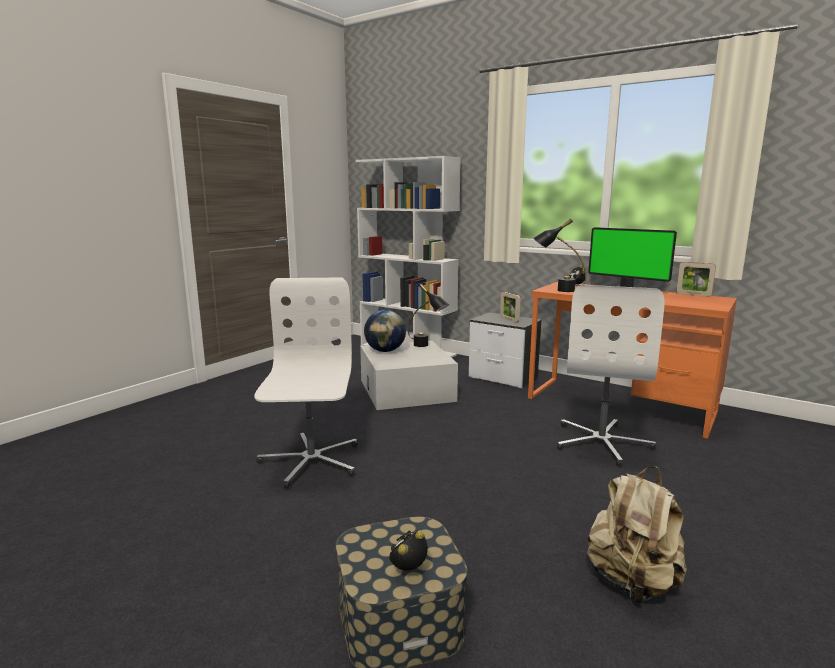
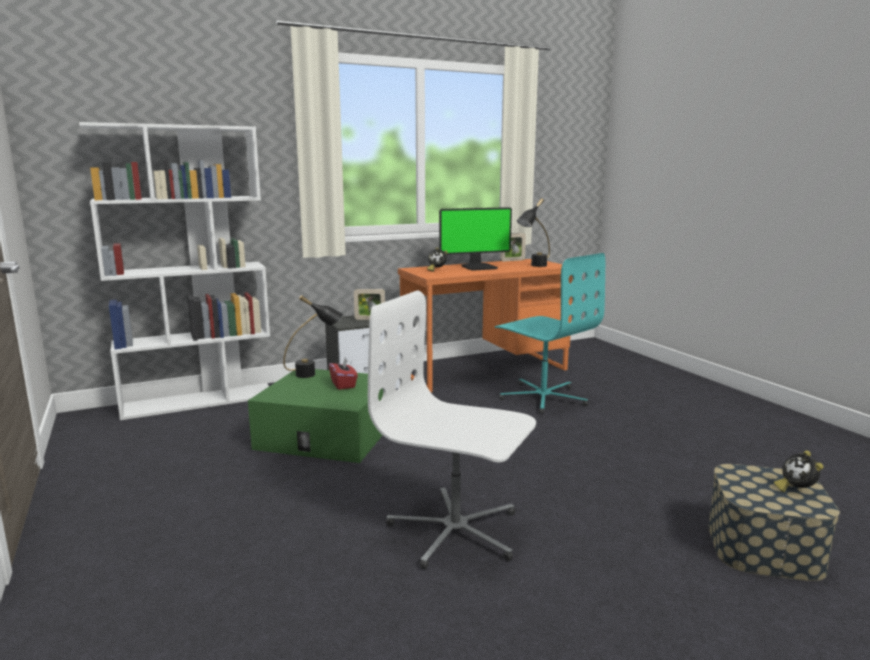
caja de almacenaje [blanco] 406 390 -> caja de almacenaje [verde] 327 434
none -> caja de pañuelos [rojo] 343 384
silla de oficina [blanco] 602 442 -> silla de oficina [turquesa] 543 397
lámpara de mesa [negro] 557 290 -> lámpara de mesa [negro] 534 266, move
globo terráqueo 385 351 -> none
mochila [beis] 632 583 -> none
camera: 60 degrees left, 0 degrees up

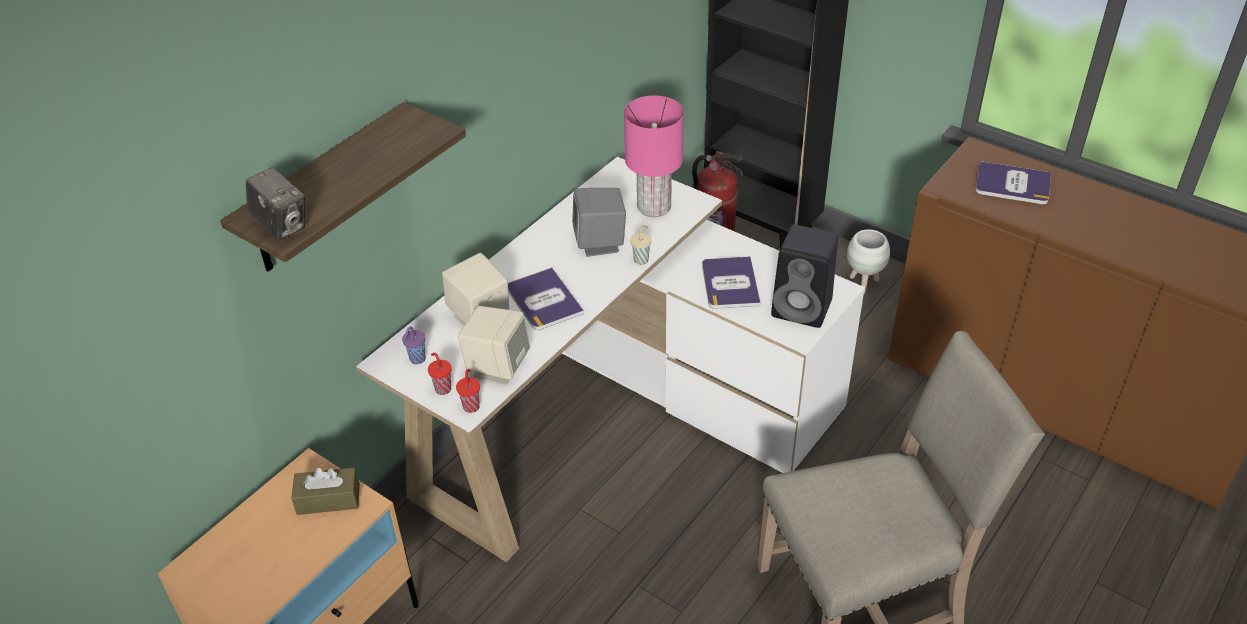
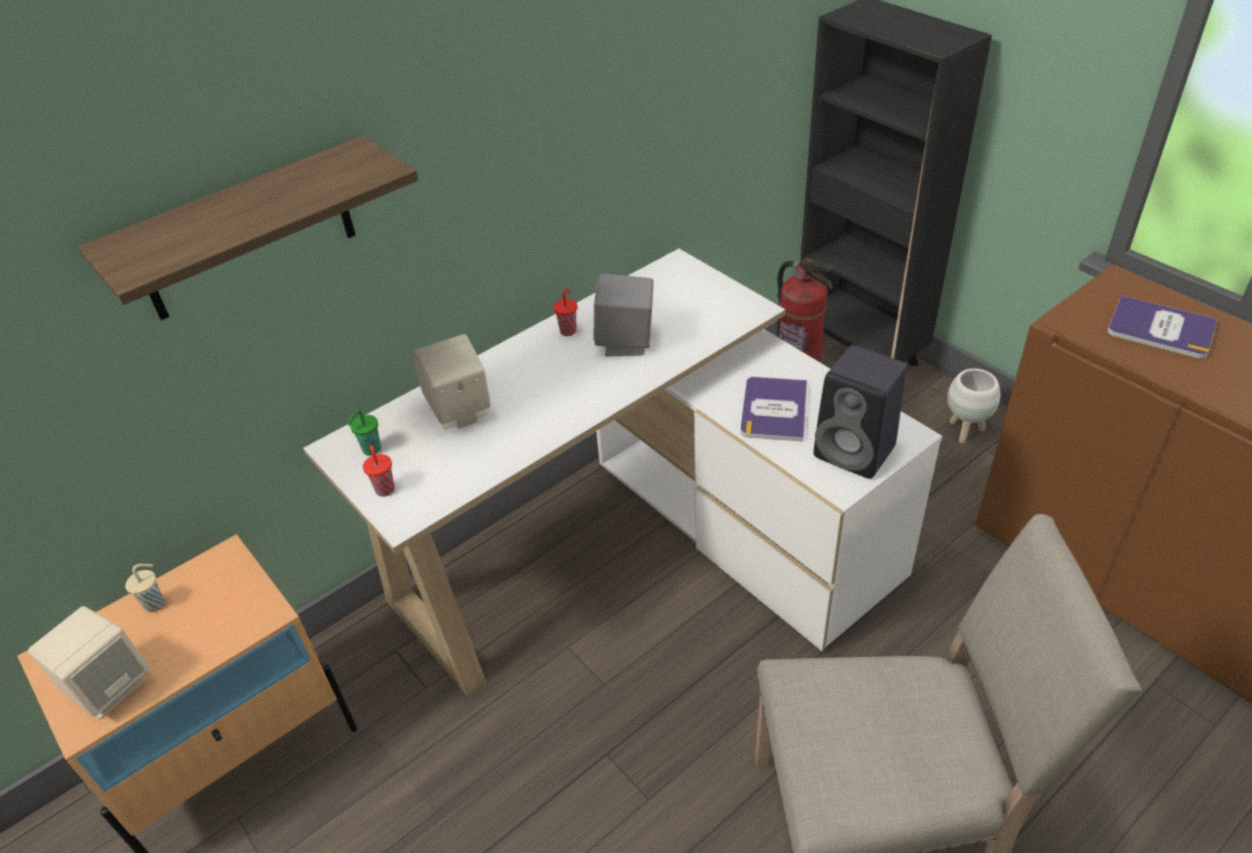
altavoz [beis] 497 367 -> altavoz [beis] 109 686, move
taza [beis] 641 260 -> taza [beis] 156 603, move
taza [morado] 417 360 -> taza [verde] 370 450
taza [rojo] 471 406 -> taza [rojo] 568 330, move
cámara 281 226 -> none
caja de pañuelos [marrón] 328 499 -> none
libro 543 300 -> none
lámpara de mesa [rosa] 655 207 -> none
camera: 15 degrees right, 0 degrees up

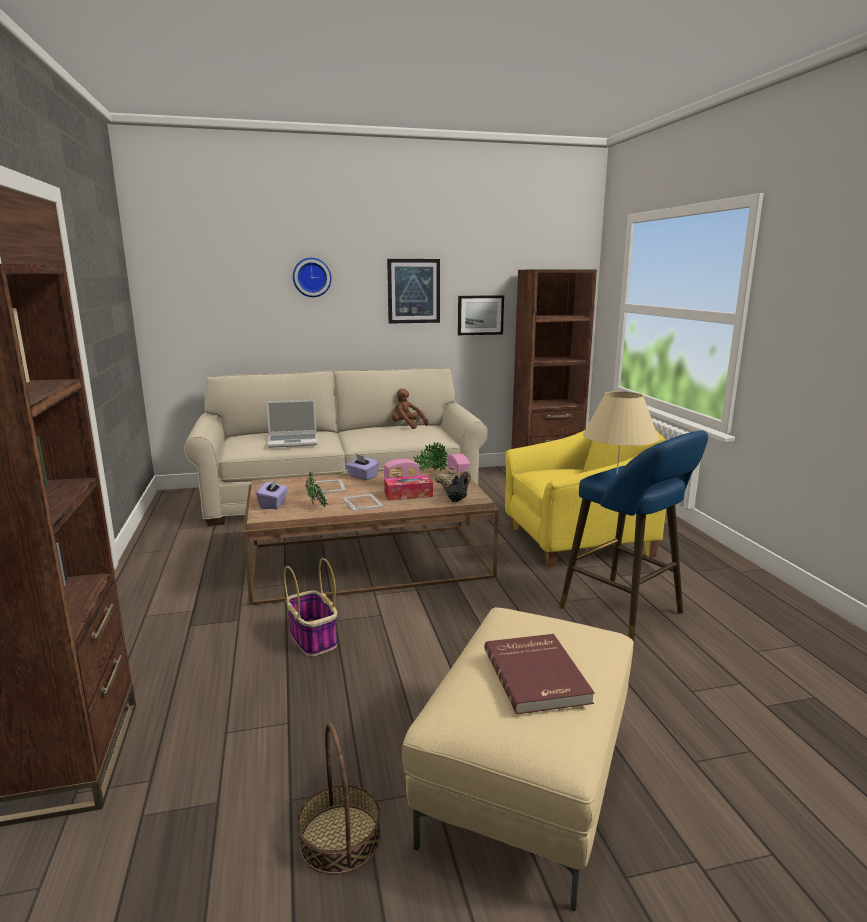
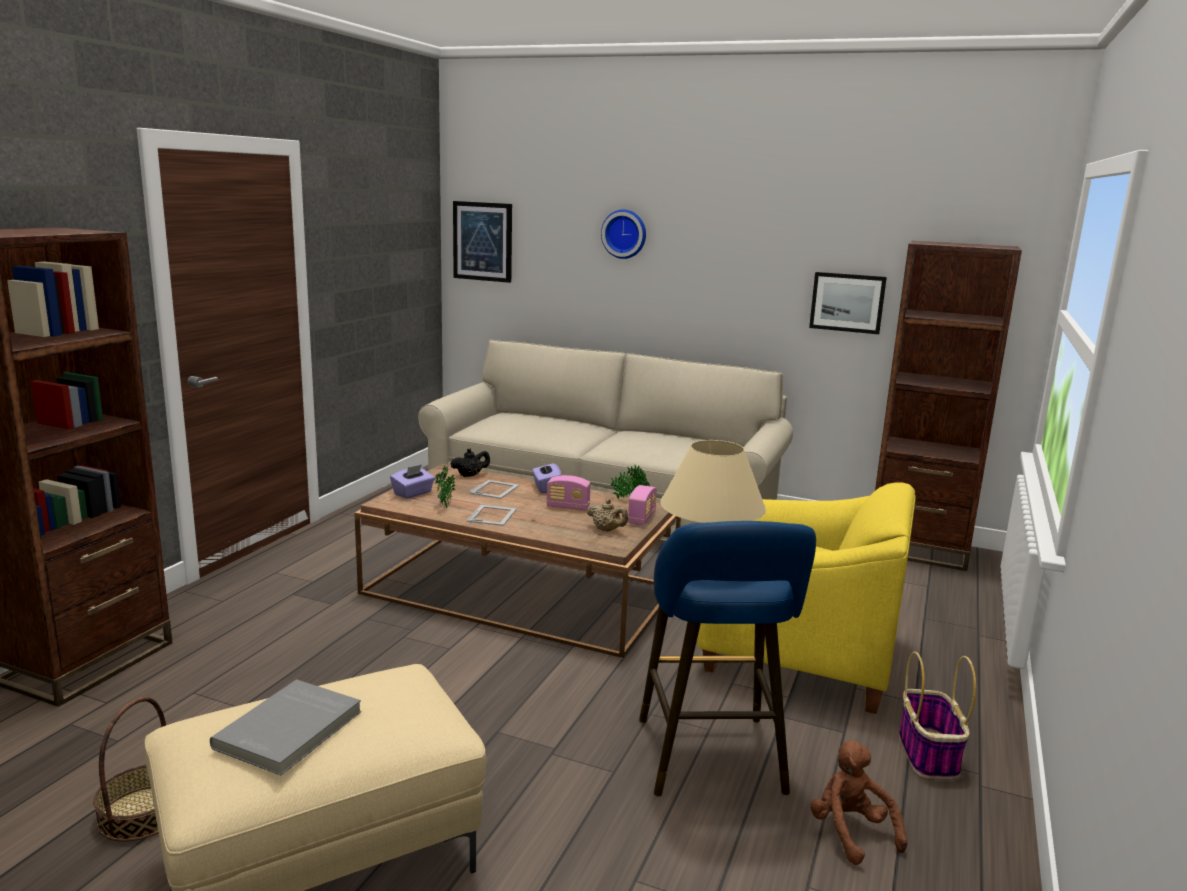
libro [rojo] 538 675 -> libro [gris] 291 730
tetera [negro] 456 500 -> tetera [negro] 470 475, move
cuadro 413 291 -> cuadro 483 241, move
peluche [marrón] 407 426 -> peluche [marrón] 850 832, move
cesta 313 639 -> cesta 928 755, move
portátil 293 441 -> none
caja de pañuelos 408 494 -> none
camera: 35 degrees right, 0 degrees up

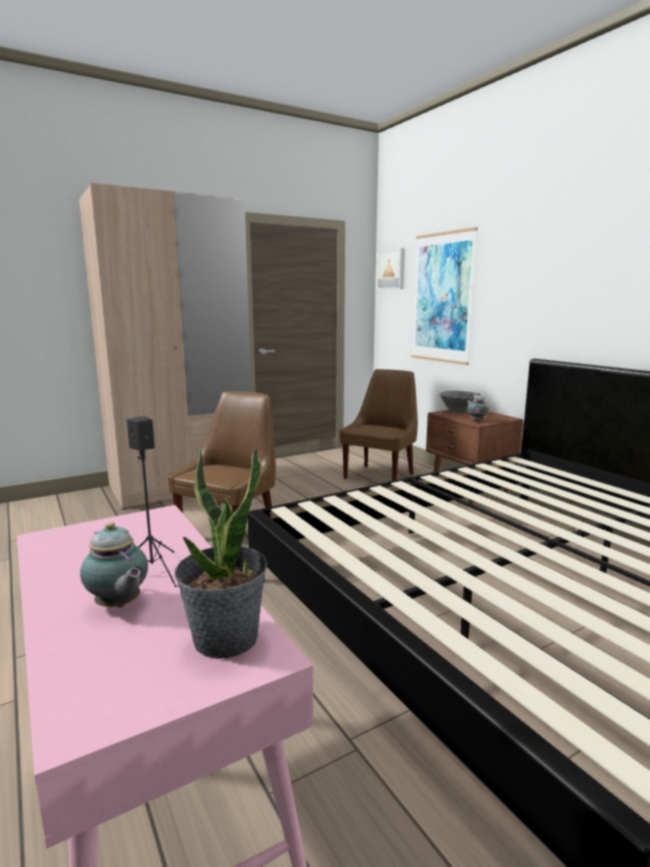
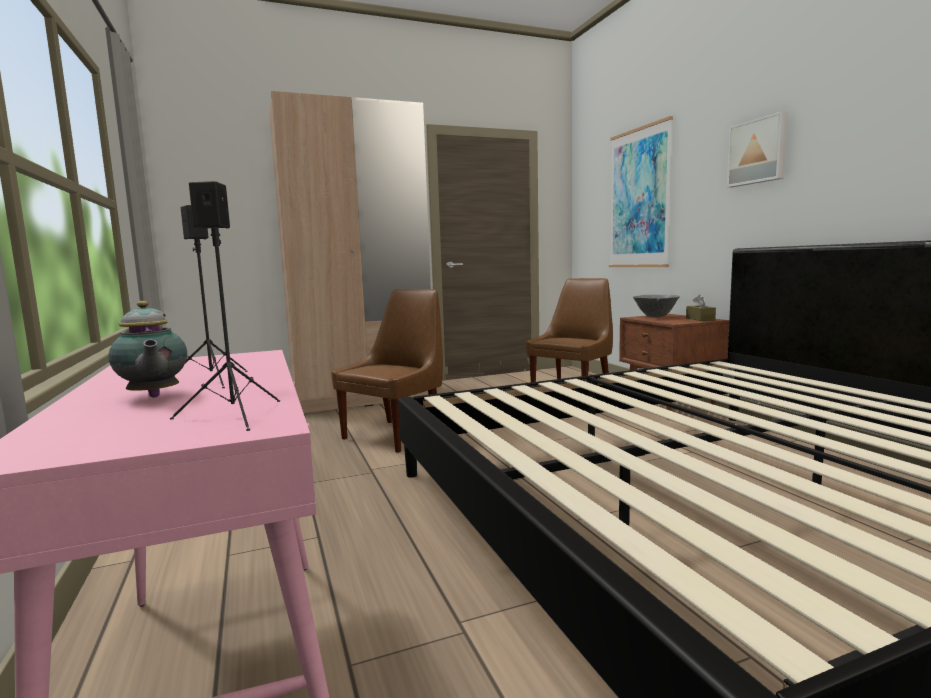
planta en maceta 225 639 -> altavoz [negro] 234 415
none -> caja de pañuelos [marrón] 700 319
cuadro 392 269 -> cuadro 758 151, move
tetera 476 420 -> none
camera: 10 degrees right, 5 degrees down

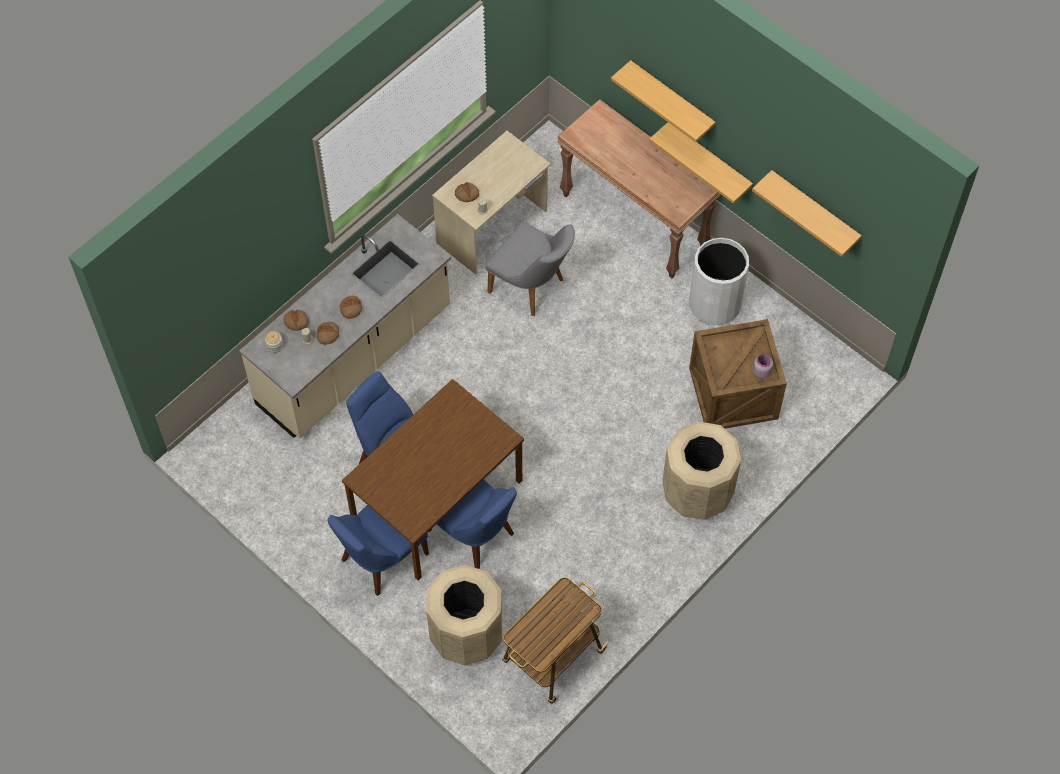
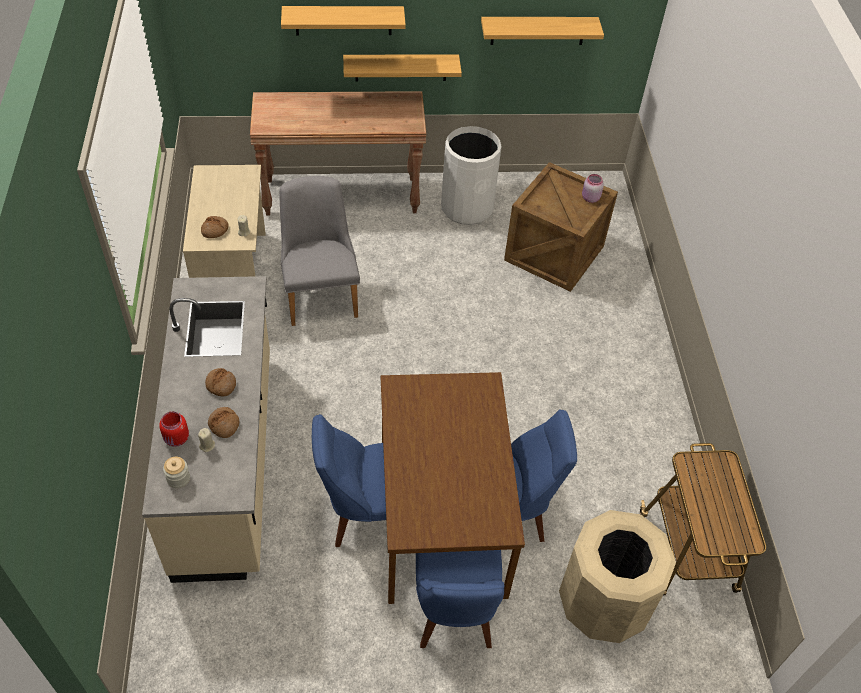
pan 296 322 -> tarro [rojo] 176 439
silla [gris] 532 288 -> silla [gris] 320 293, 90 degrees counterclockwise
papelera [beis] 697 492 -> none
camera: 50 degrees left, 10 degrees down

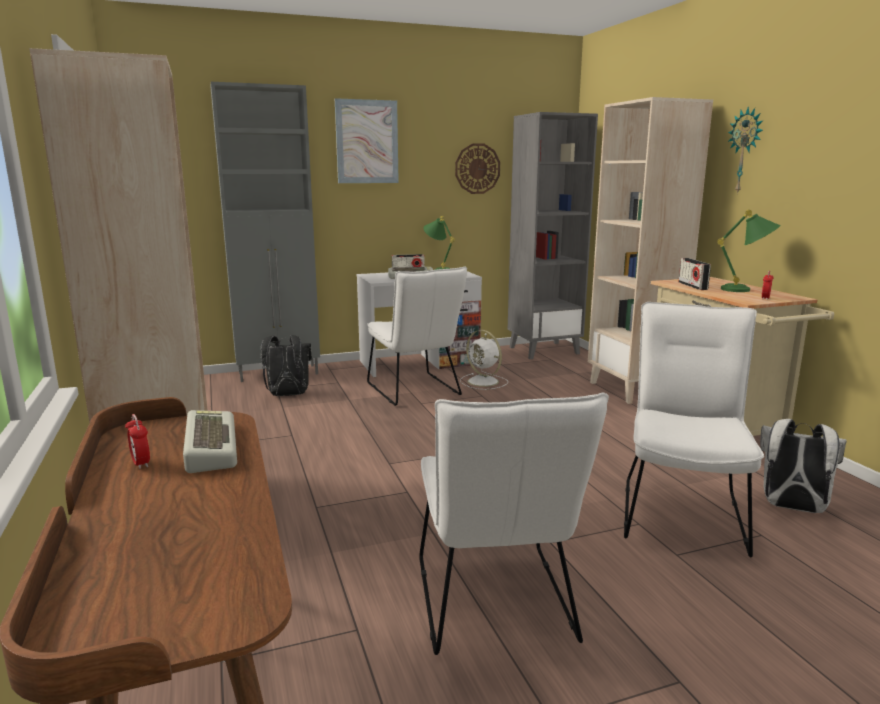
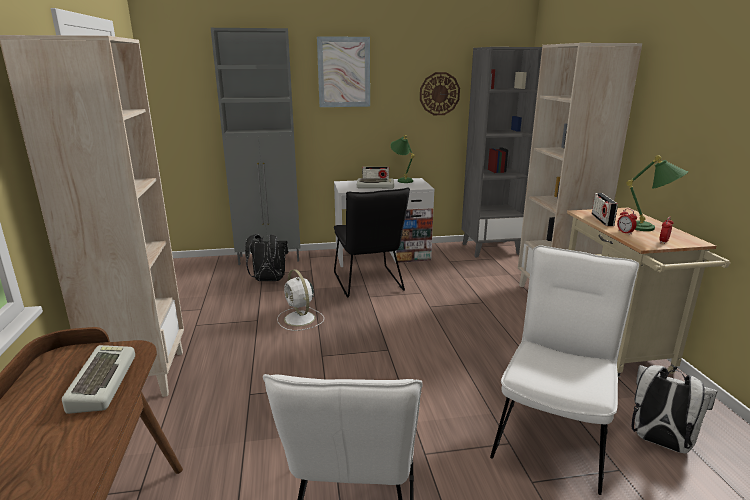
ventilador [blanco] 484 382 -> ventilador [blanco] 300 319, move
silla [blanco] 415 391 -> silla [negro] 369 284
despertador 141 463 -> despertador 625 232, move
reloj de pared 745 151 -> none
camera: 10 degrees right, 5 degrees up

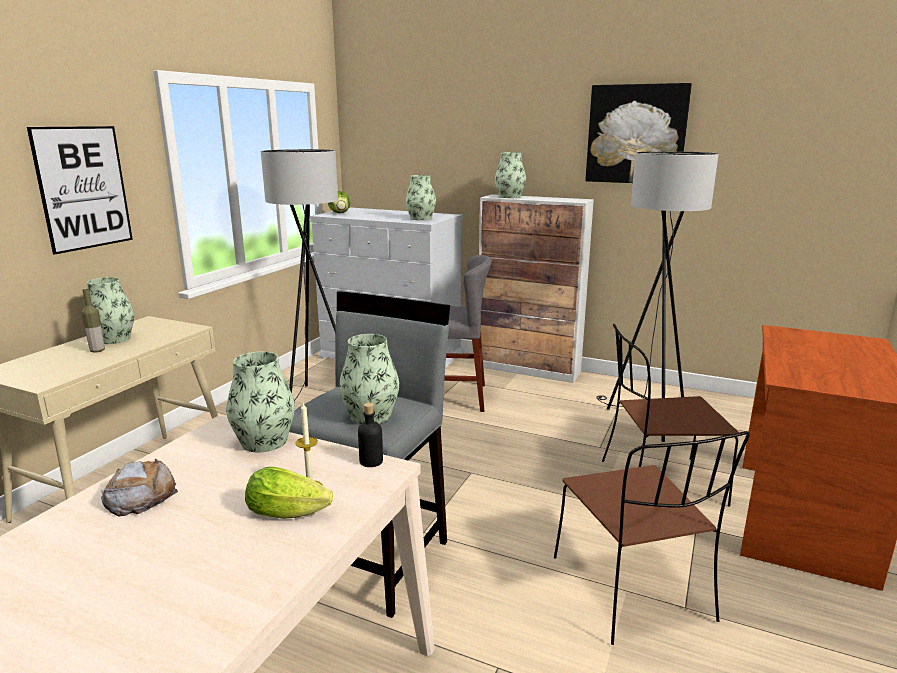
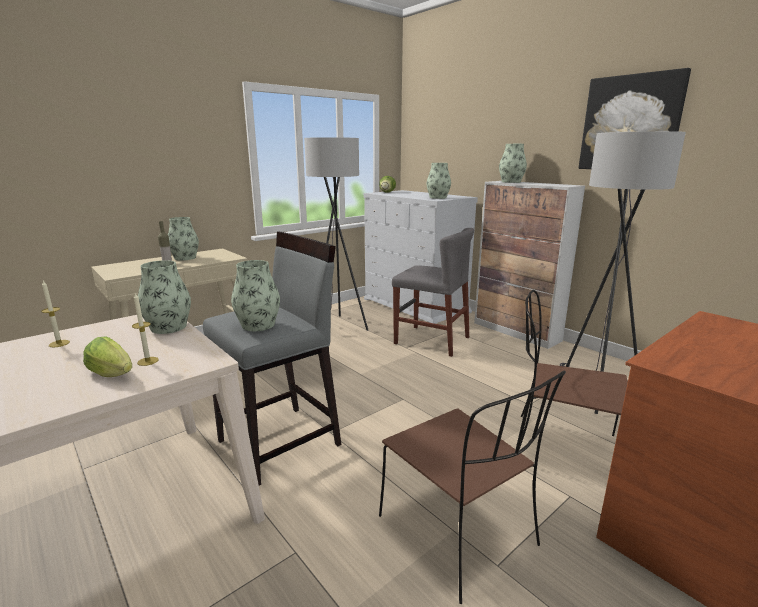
pan 140 495 -> vela 59 343
silla [marrón] 633 591 -> silla [marrón] 459 533, 45 degrees counterclockwise
cuadro 83 188 -> none
botella [negro] 371 461 -> none
camera: 25 degrees right, 0 degrees up

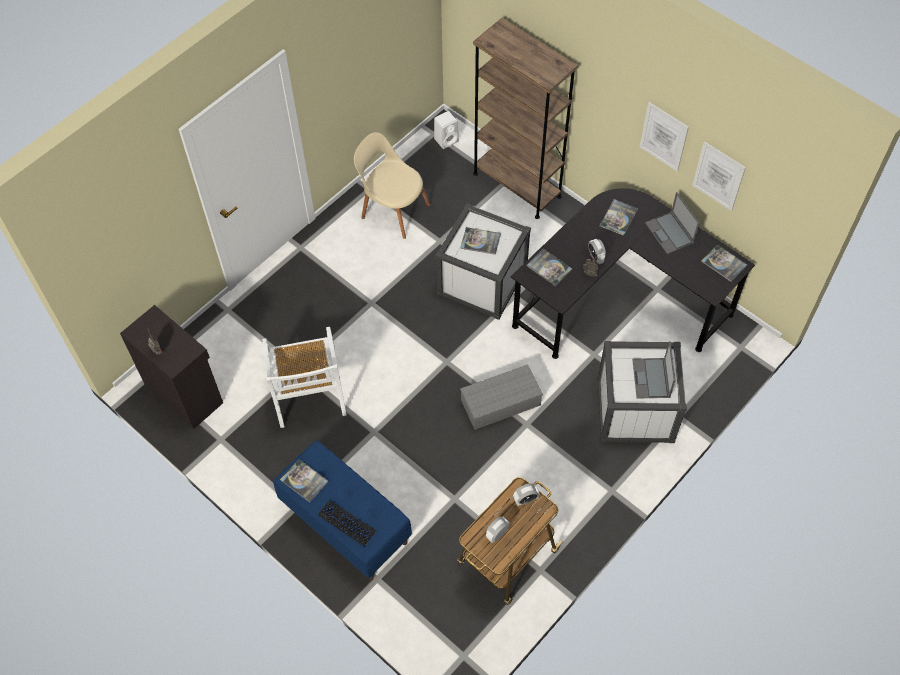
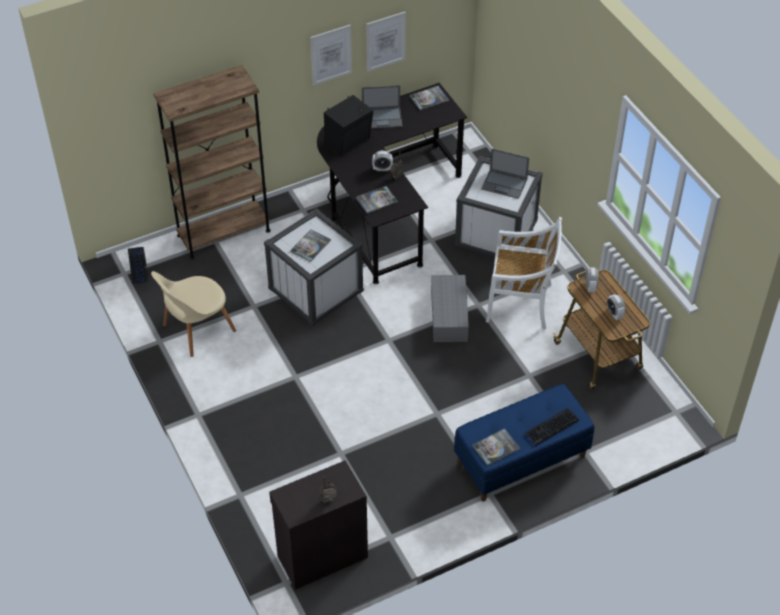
altavoz [blanco] 446 139 -> teclado 138 266
libro 618 217 -> altavoz [negro] 349 142
silla [blanco] 309 395 -> silla [blanco] 520 303, move
camera: 70 degrees left, 10 degrees down

